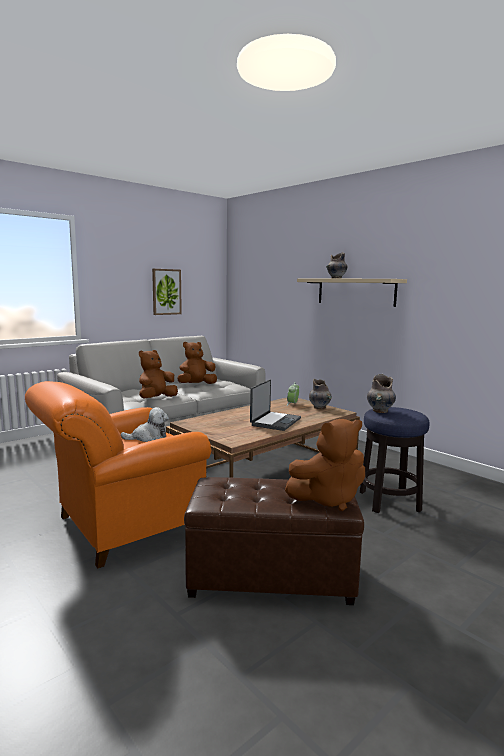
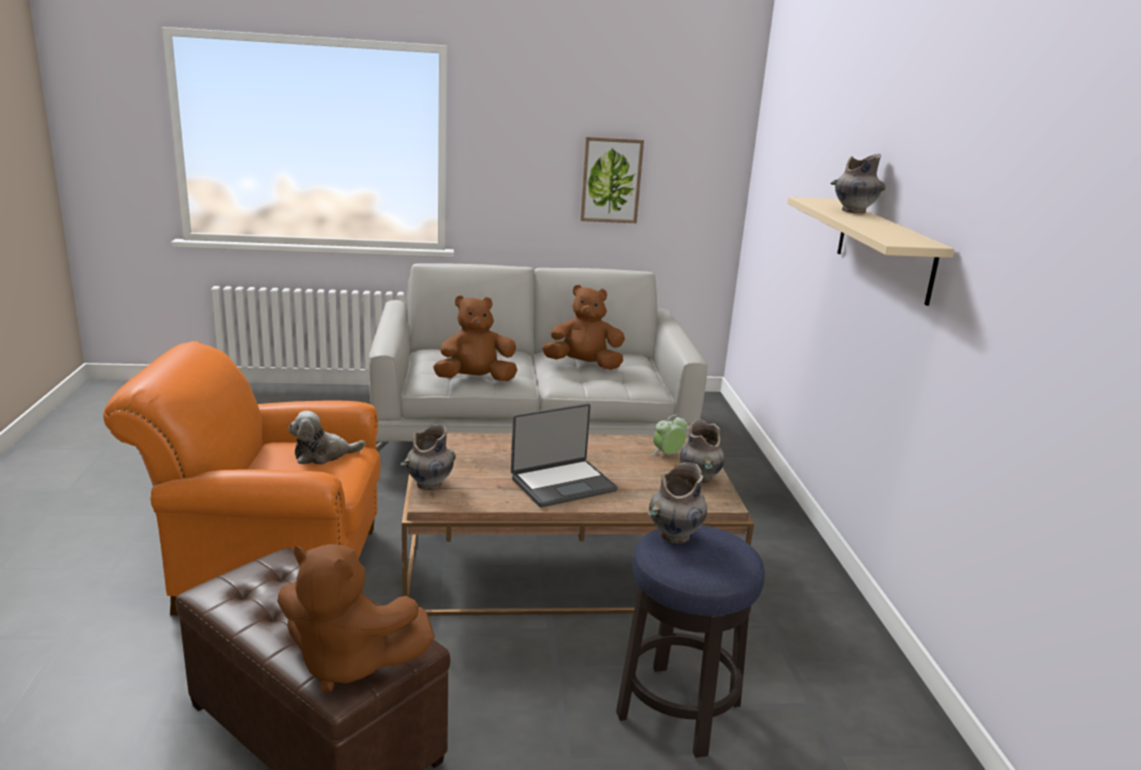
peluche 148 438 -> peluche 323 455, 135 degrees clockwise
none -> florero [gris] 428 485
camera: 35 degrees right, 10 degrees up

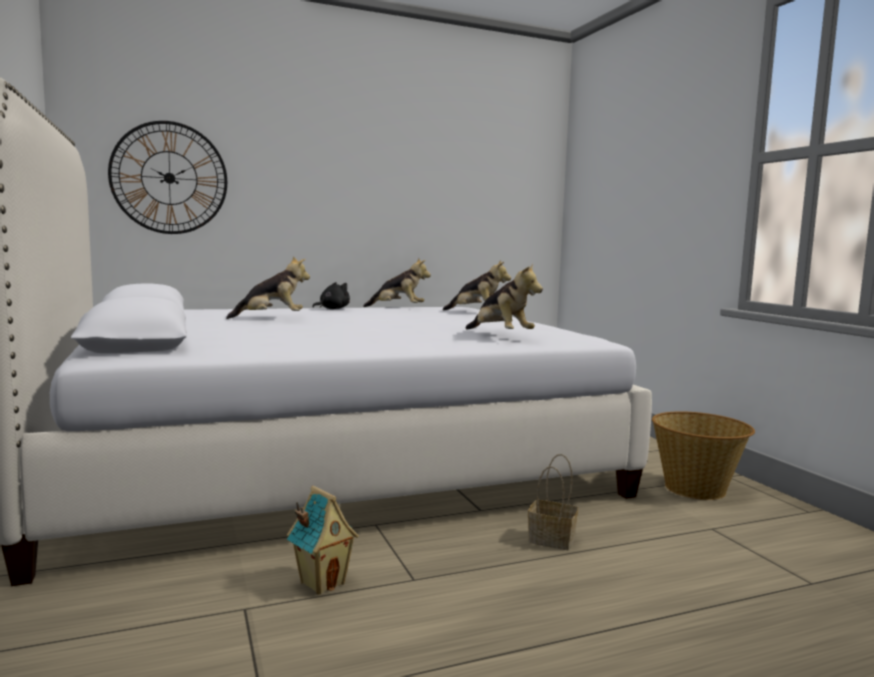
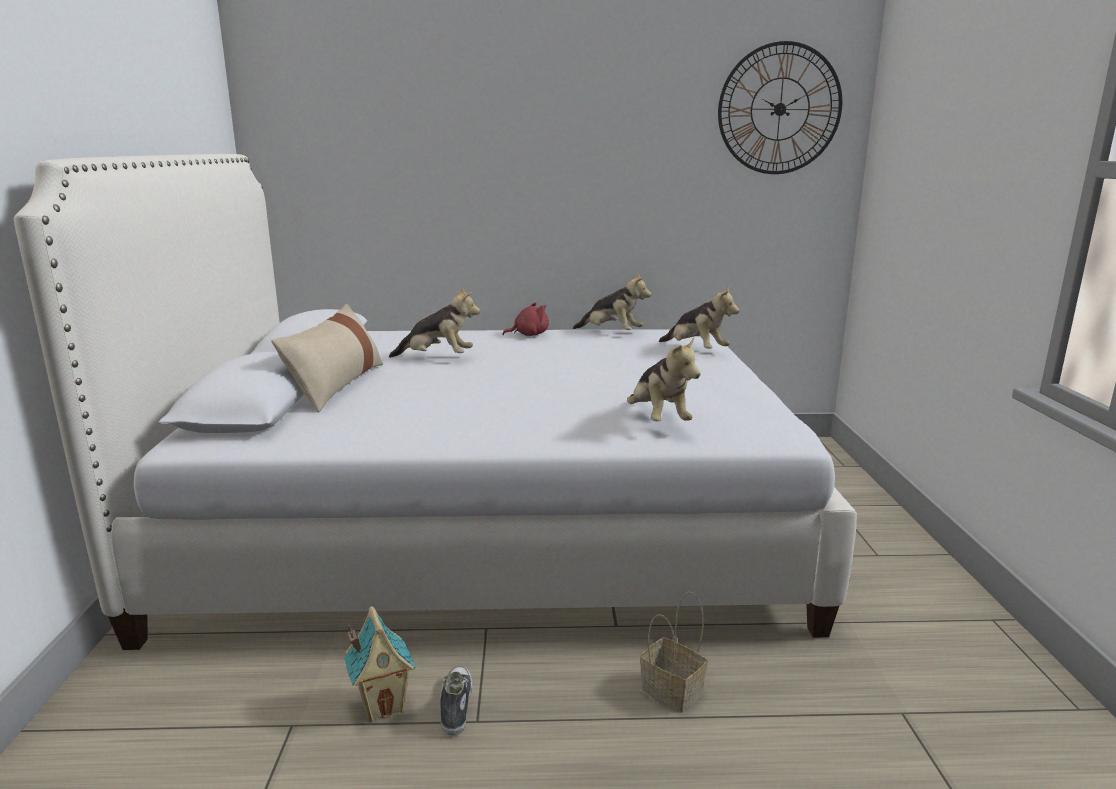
none -> cojín [beis] 337 385
none -> zapato 455 706
peluche [negro] 332 309 -> peluche [rojo] 529 335
reloj de pared 169 178 -> reloj de pared 779 109, move
cesta 696 488 -> none
camera: 20 degrees right, 10 degrees up

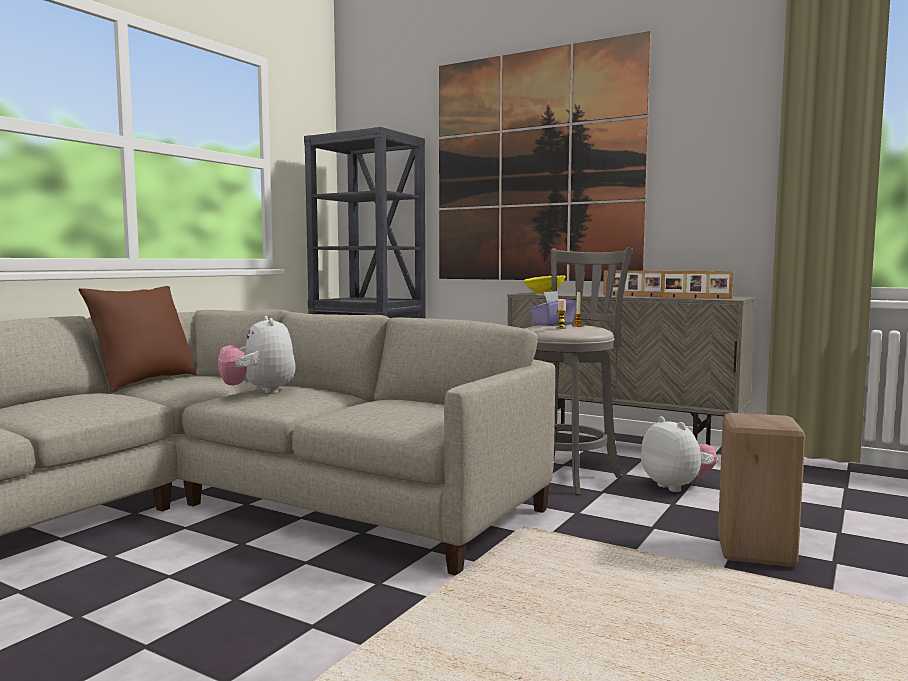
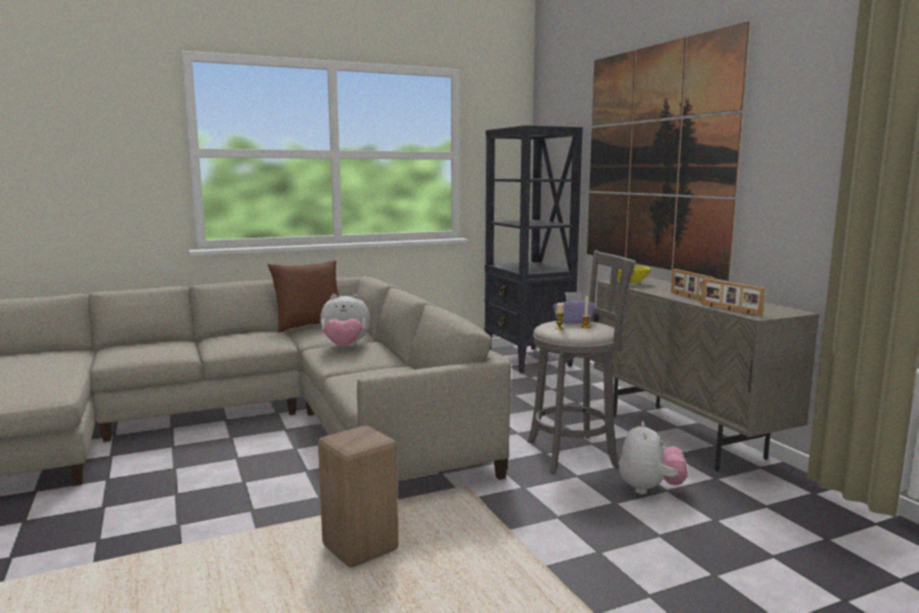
taburete [beis] 757 552 -> taburete [beis] 362 547, move
peluche 259 392 -> peluche 345 347, 105 degrees counterclockwise
camera: 35 degrees right, 5 degrees up

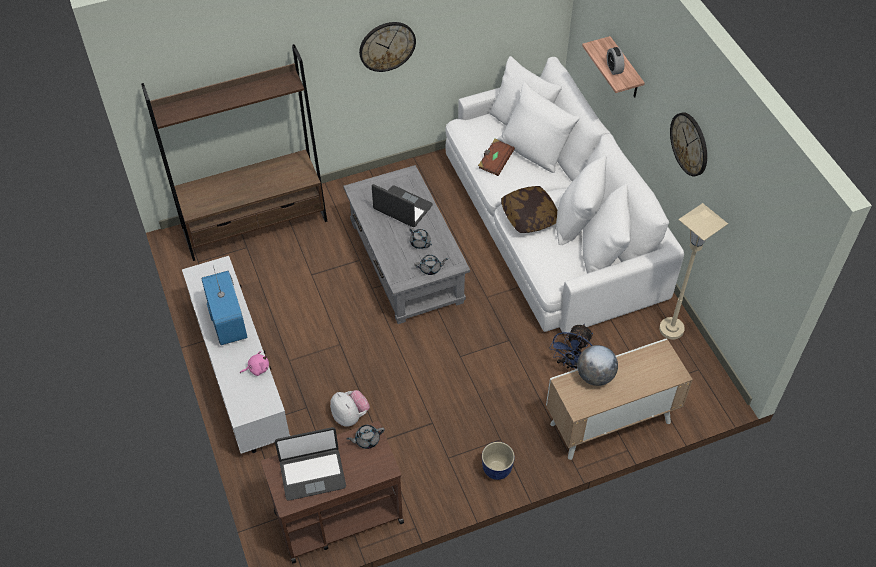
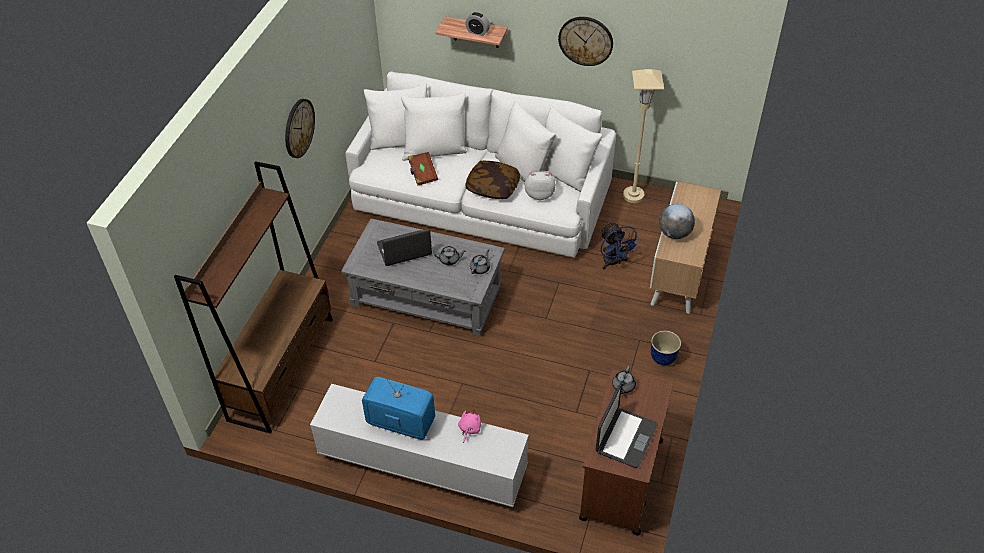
peluche 350 416 -> peluche 539 194, move
camera: 50 degrees left, 5 degrees down

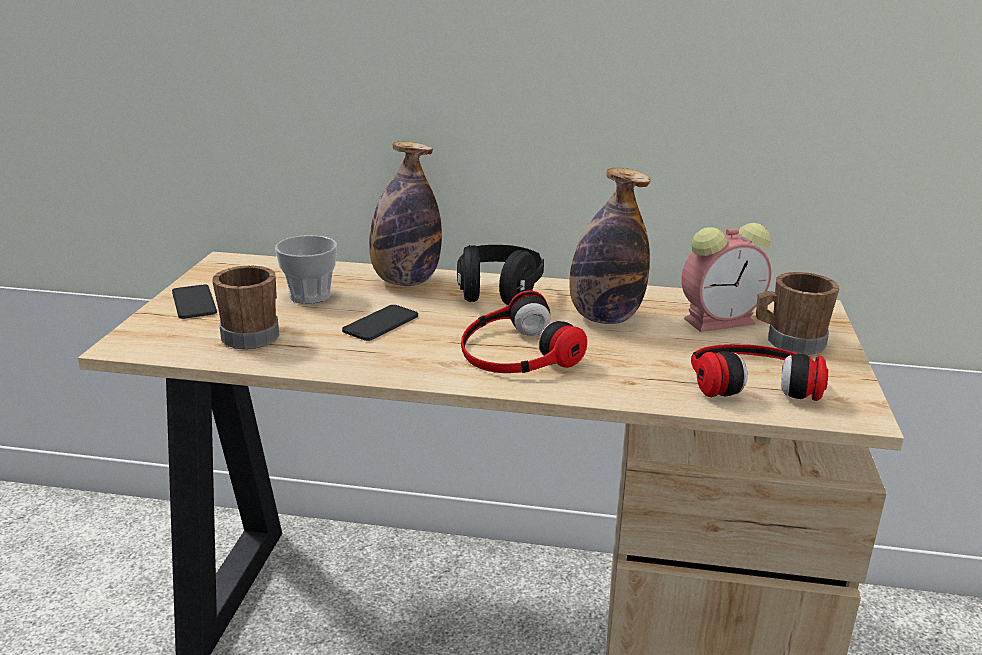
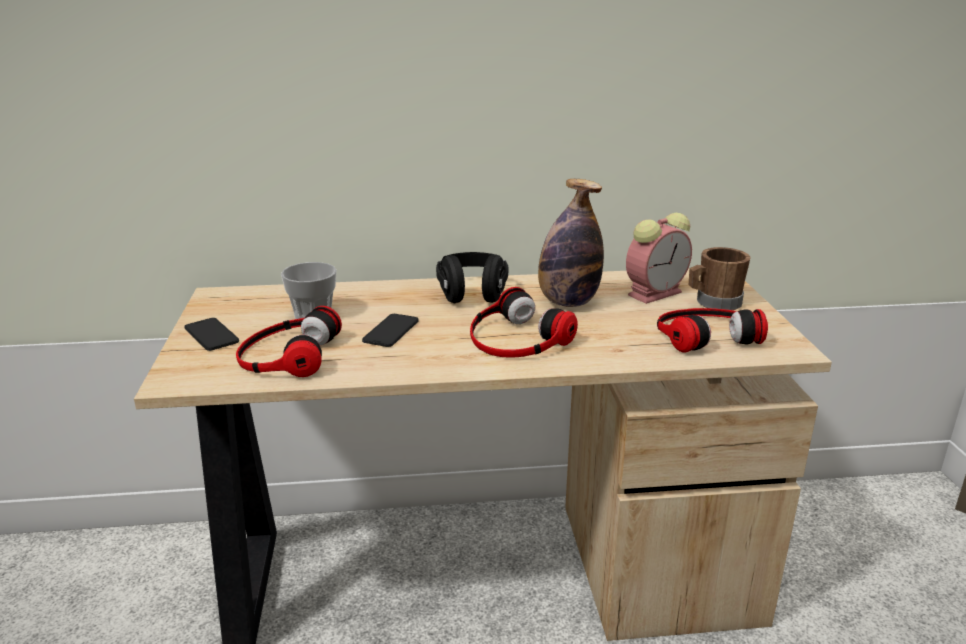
taza grande [marrón] 254 334 -> auriculares 286 355
botella 405 282 -> none
camera: 15 degrees left, 0 degrees up

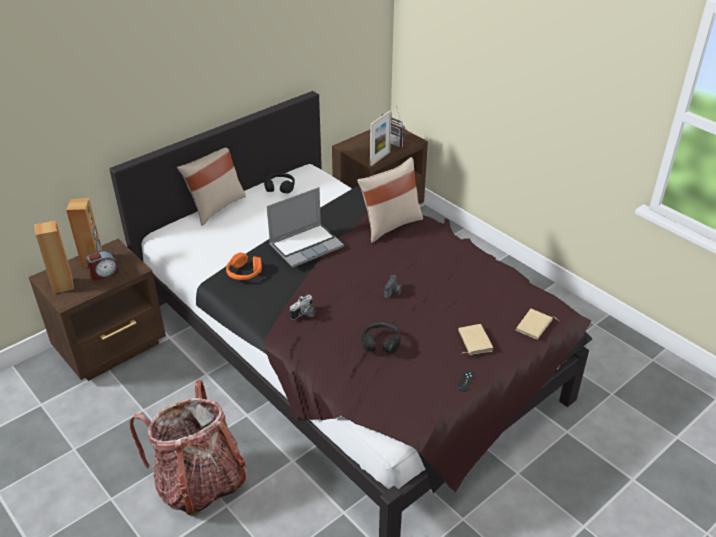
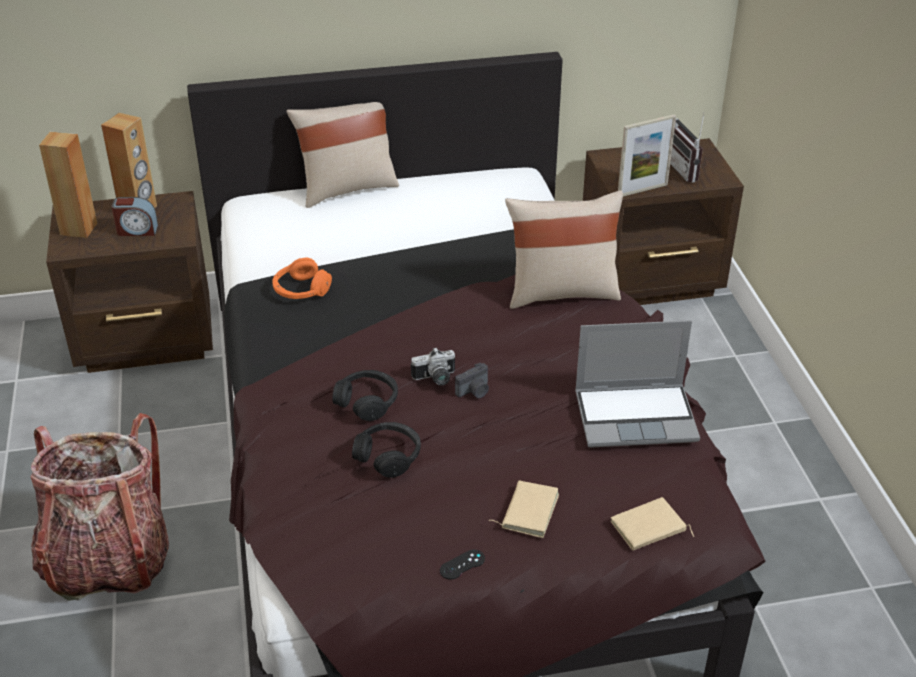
auriculares [negro] 280 187 -> auriculares [negro] 367 402, move
cámara 305 315 -> cámara 435 379, move
portátil 306 245 -> portátil 636 416, move
camera: 30 degrees right, 0 degrees up

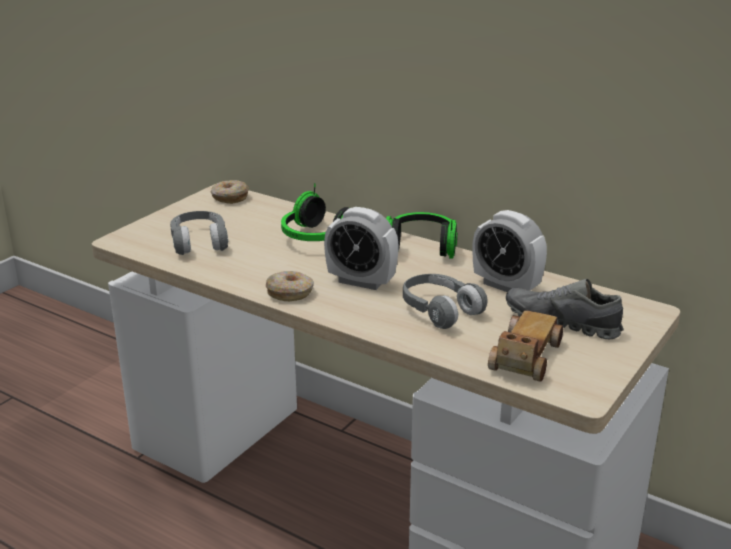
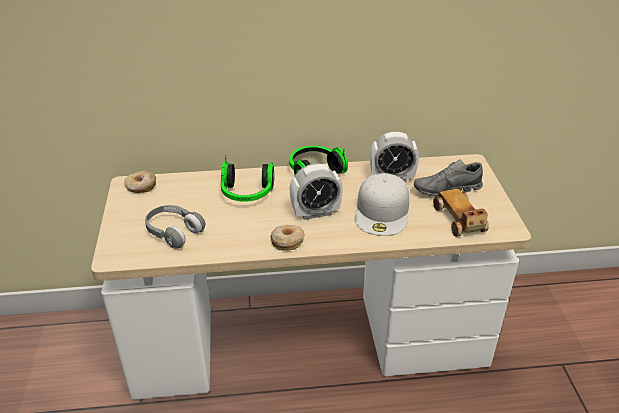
auriculares [gris] 439 311 -> gorra [blanco] 382 211
camera: 40 degrees left, 10 degrees up

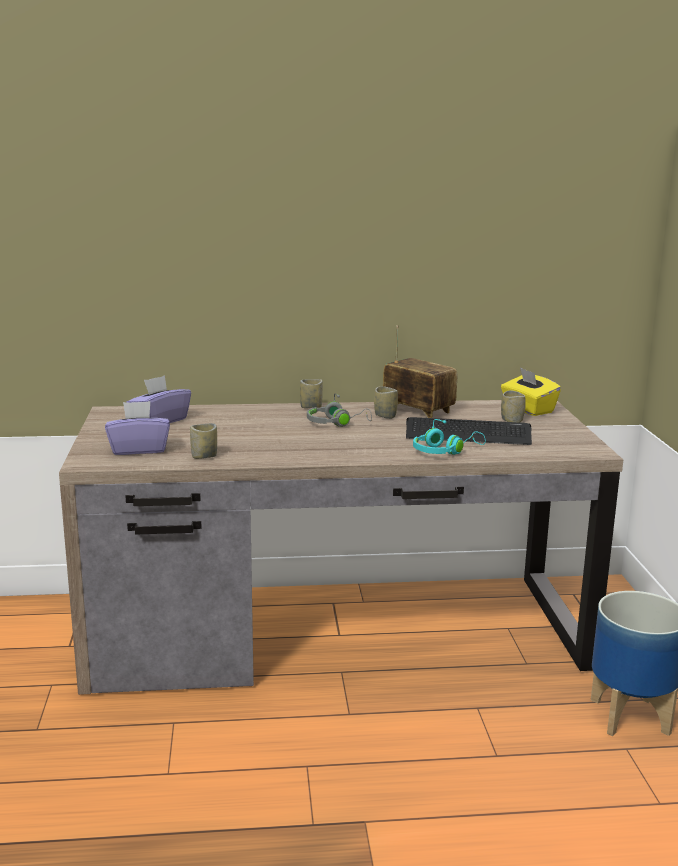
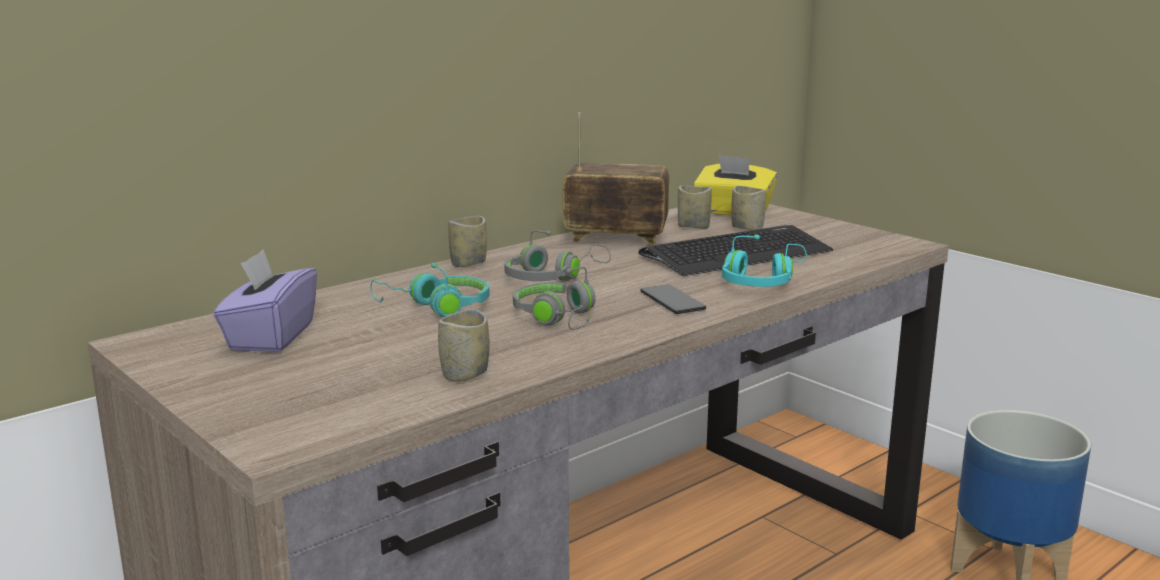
none -> auriculares [turquesa] 436 308
none -> auriculares [gris] 559 318
none -> móvil 672 301
taza 385 416 -> taza 693 227, move
caja de pañuelos [morado] 139 449 -> none
camera: 35 degrees left, 0 degrees up

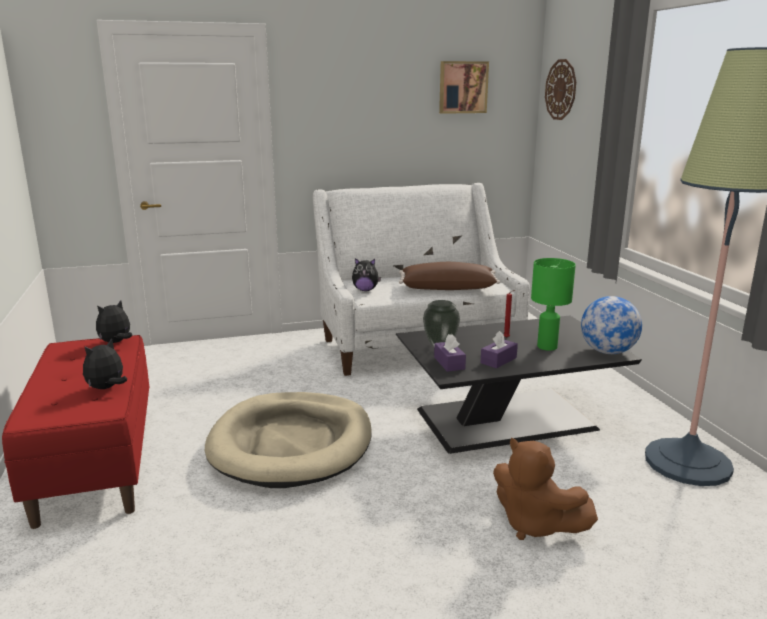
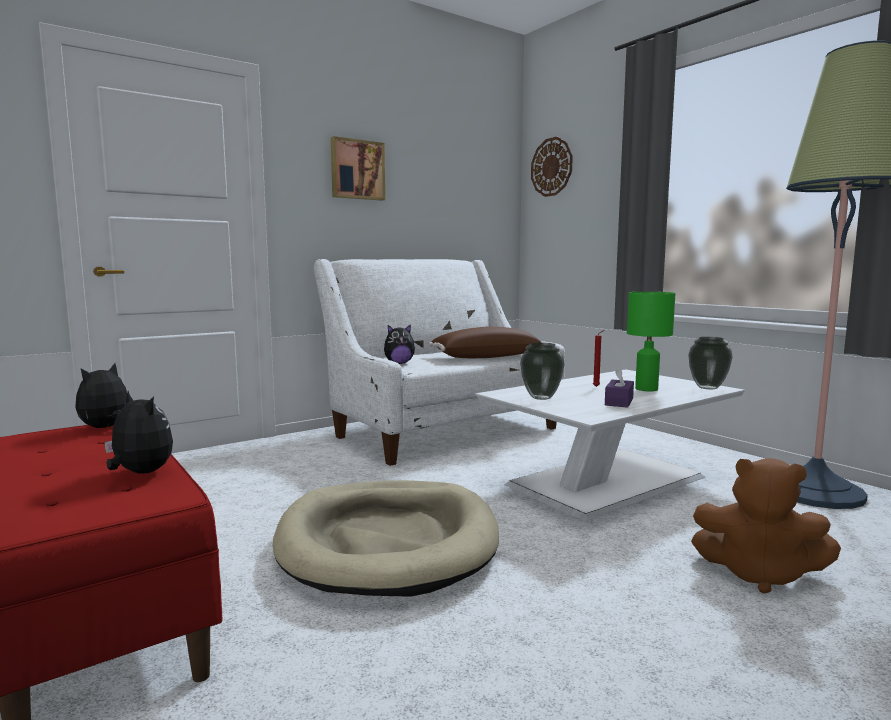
peluche 107 388 -> peluche 140 473, 105 degrees clockwise
cuadro 462 87 -> cuadro 357 170, move
mesa de centro [negro] 508 418 -> mesa de centro [blanco] 608 479
globo terráqueo 607 352 -> florero 707 387
caja de pañuelos [morado] 449 363 -> none
camera: 20 degrees left, 10 degrees down

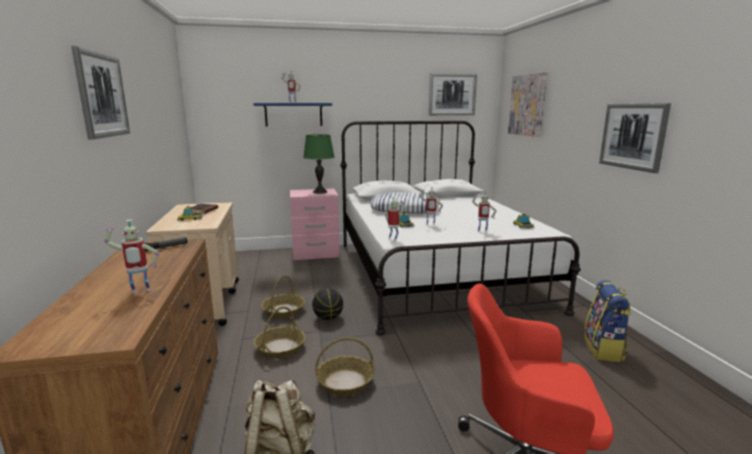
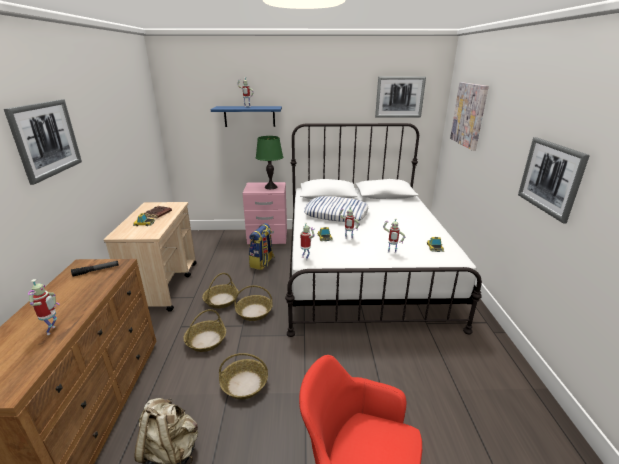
robot de juguete 140 292 -> robot de juguete 53 330, 90 degrees counterclockwise
balón de baloncesto 328 318 -> cesta 254 312
mochila 604 349 -> mochila 262 263, move
camera: 10 degrees right, 10 degrees up

